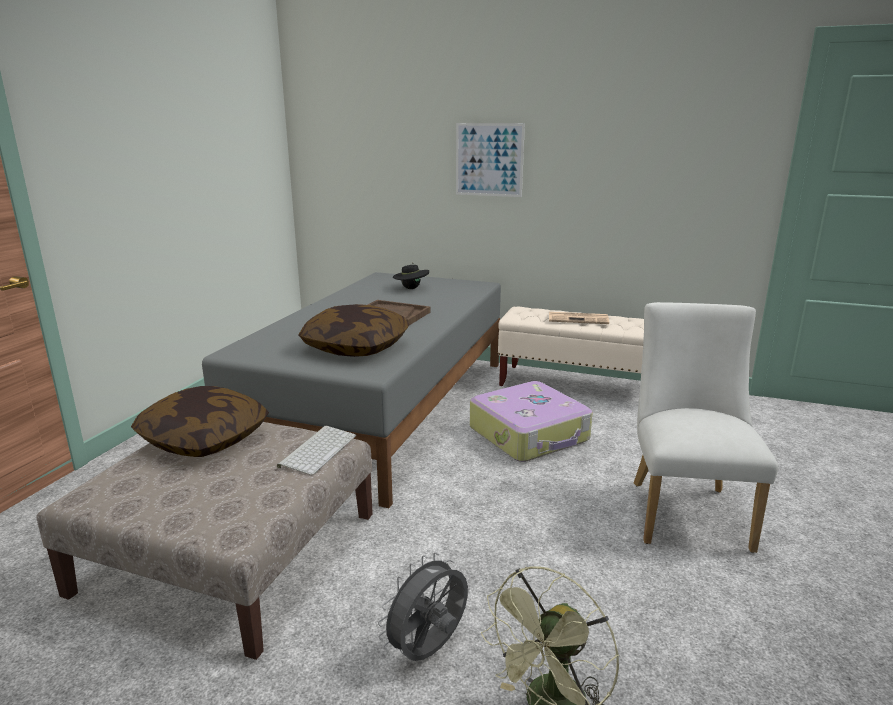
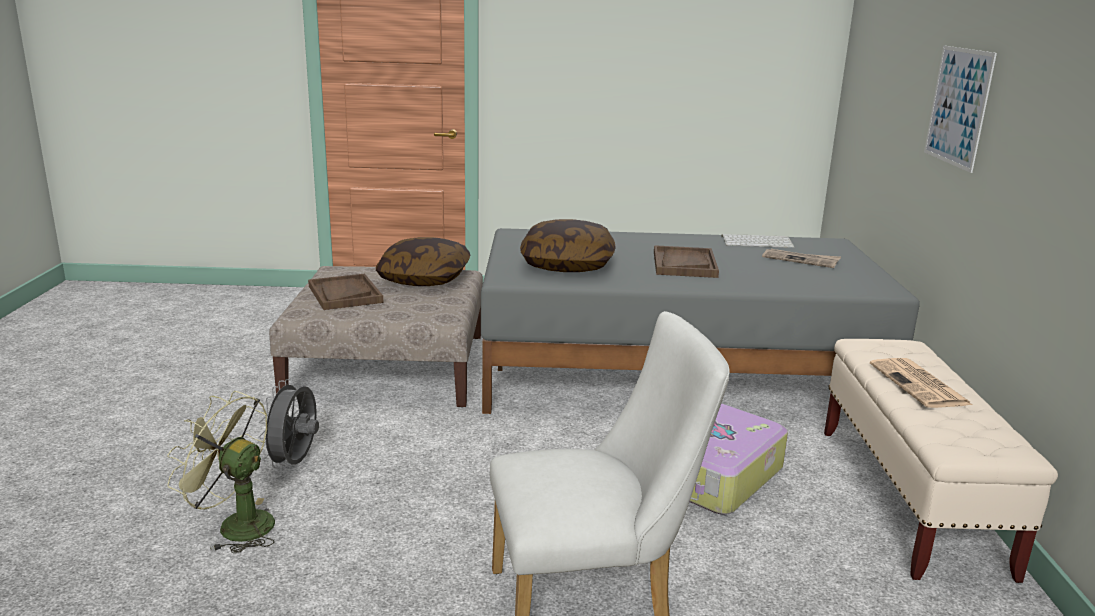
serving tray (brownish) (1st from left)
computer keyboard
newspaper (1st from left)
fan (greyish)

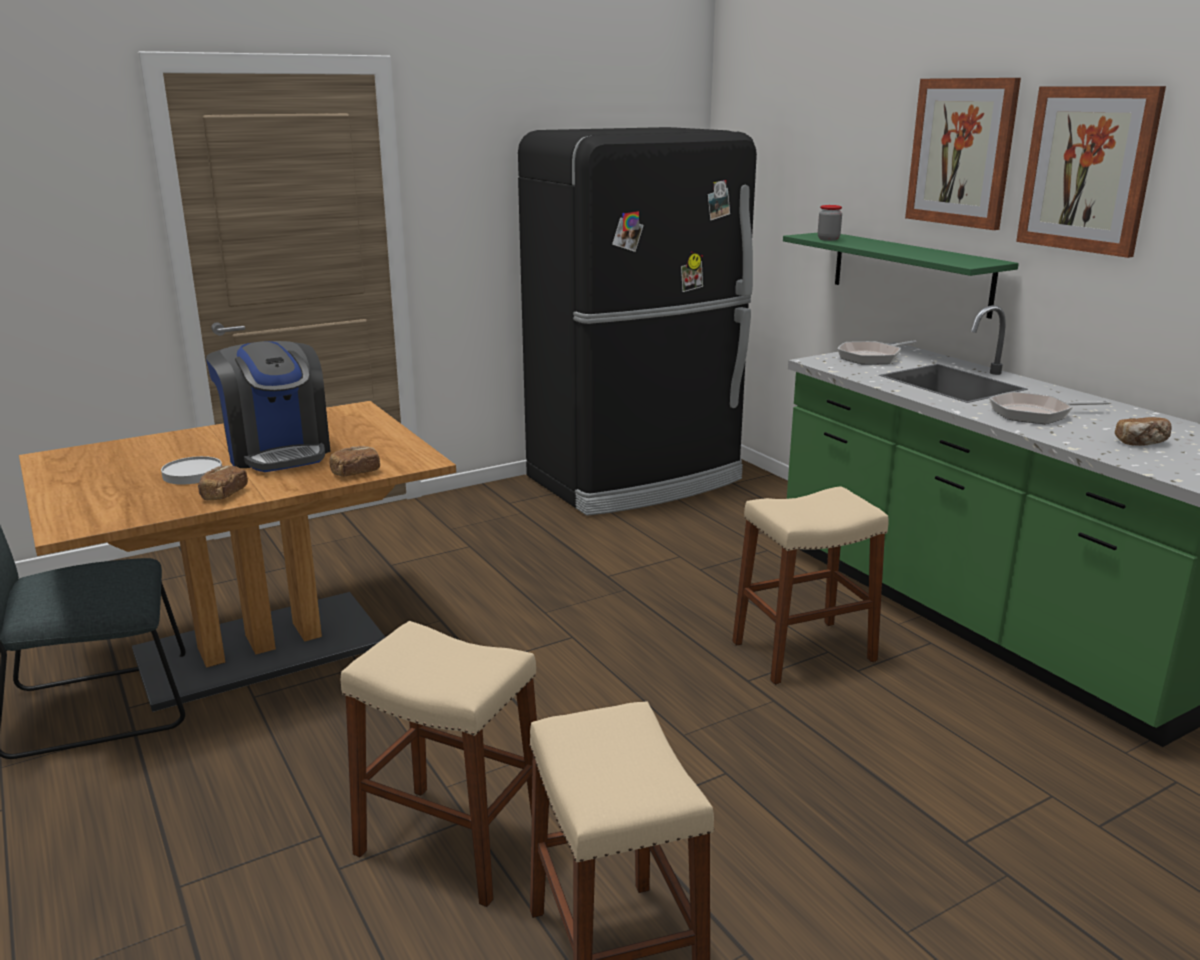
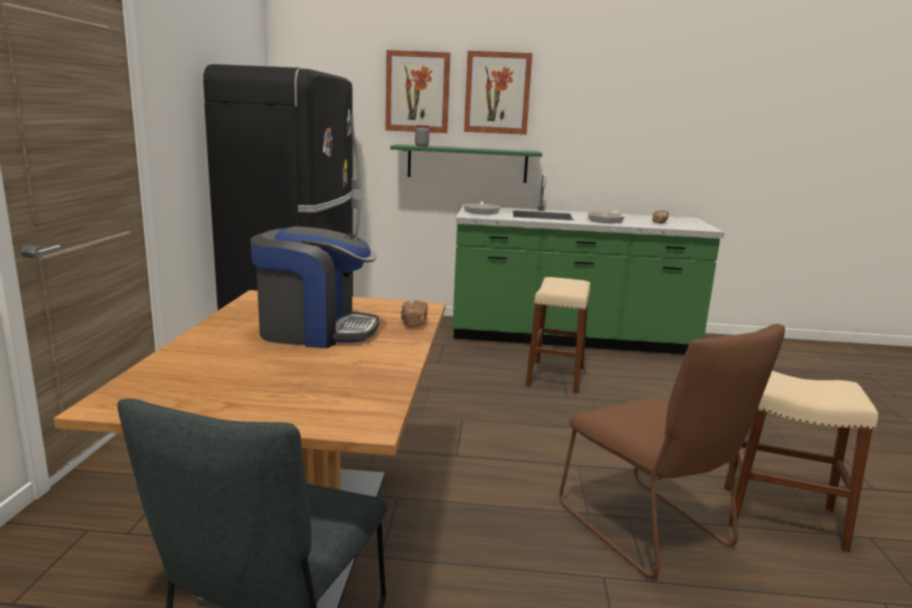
dinner plate (white-coloured)
bakery bread (1st from left in the first image)
wall picture (1st from left)
chair (brownish)

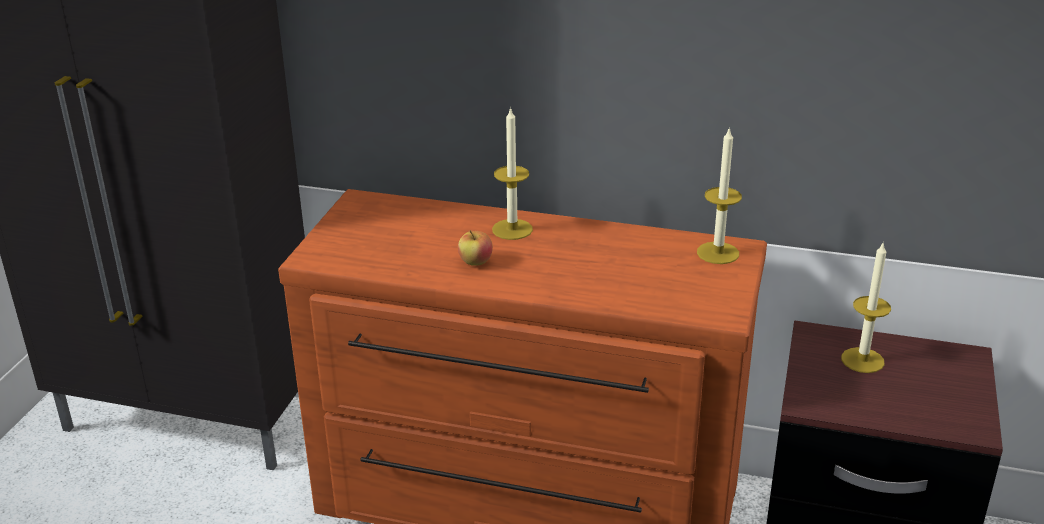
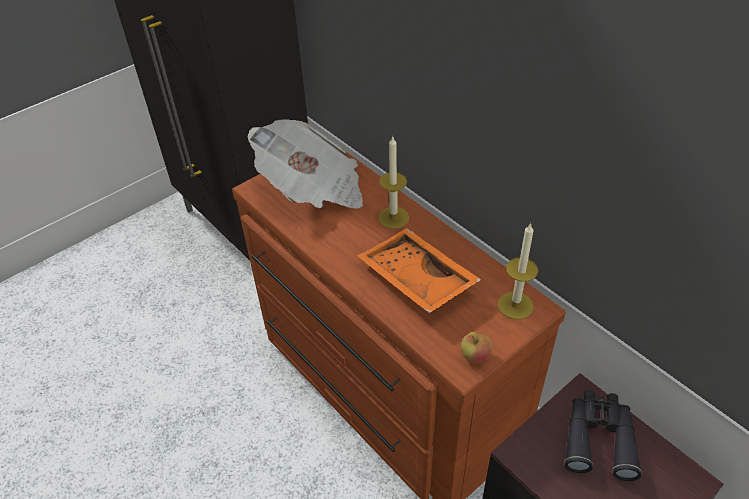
newspaper
serving tray (orangey)
apple
binoculars (black-coloured)

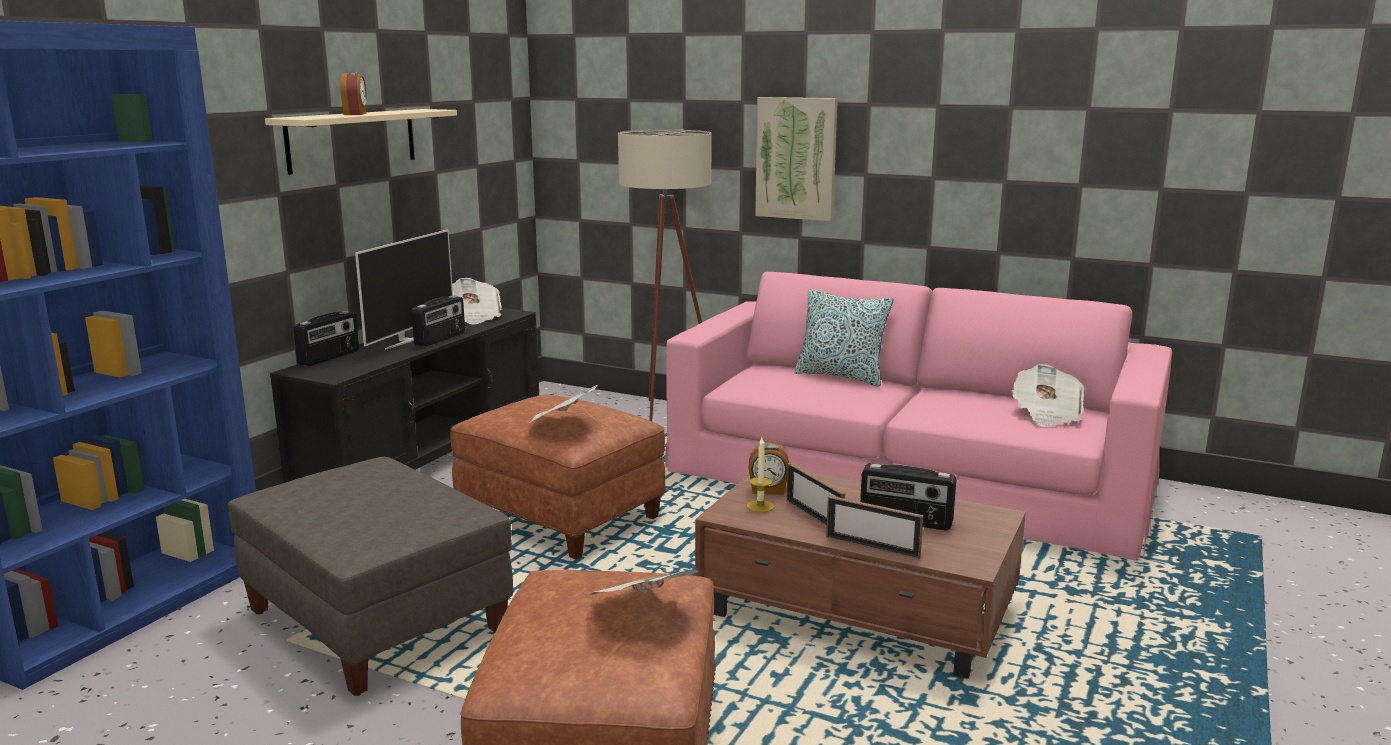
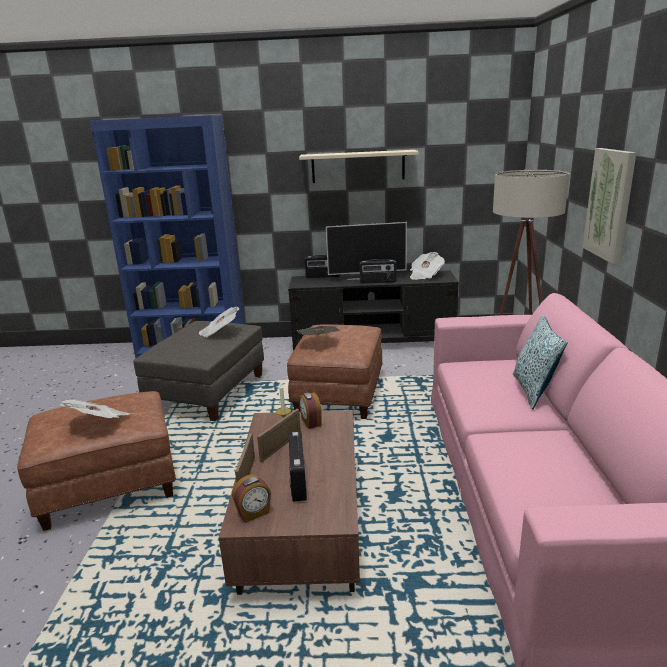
table clock (1st from left)
newspaper (2nd from left)

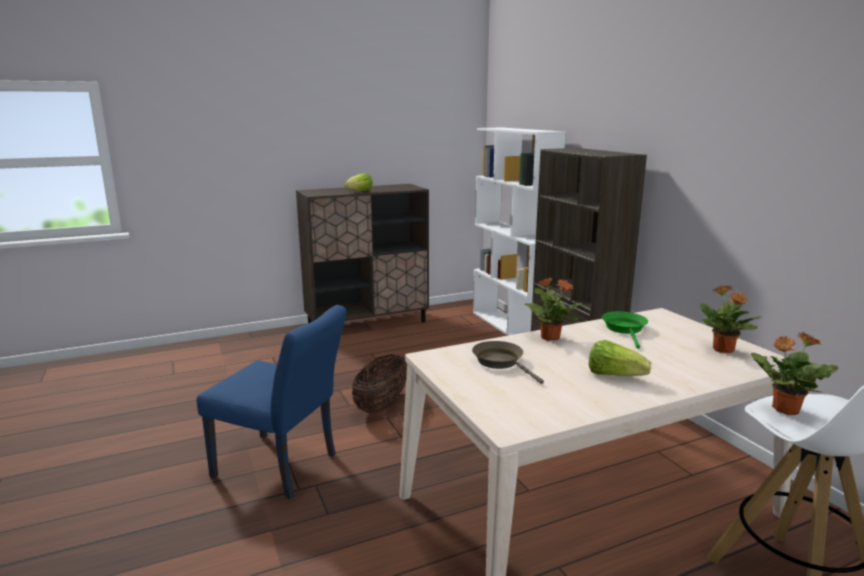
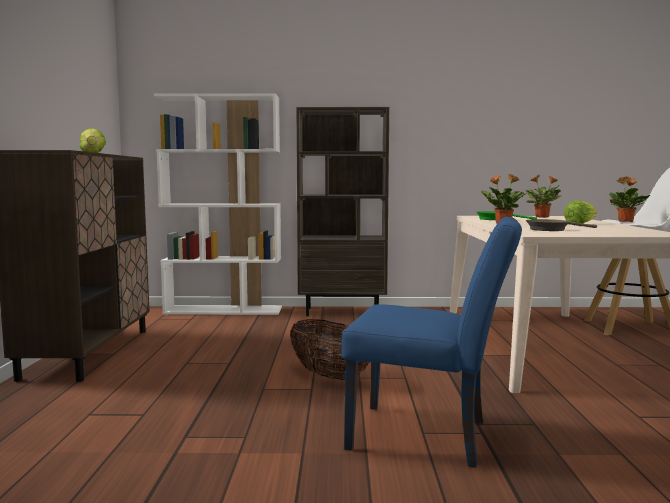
chair (blue-coloured)

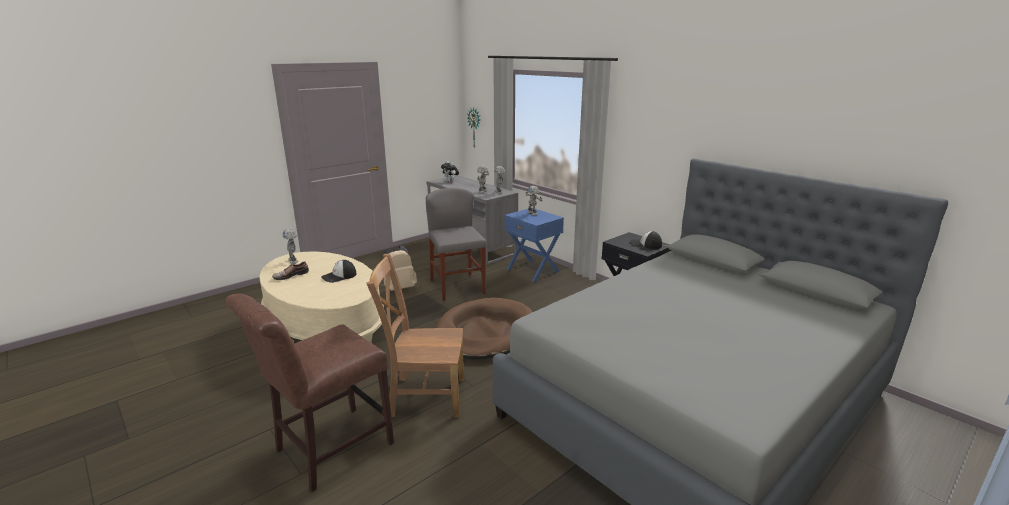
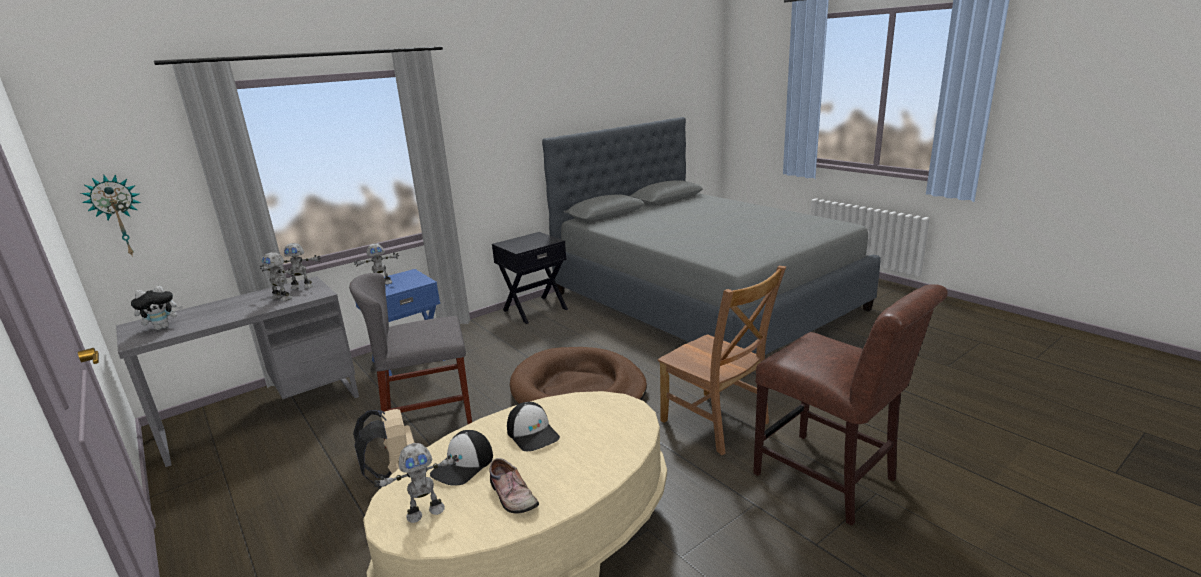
baseball cap (1st from left)
chair (brownish) (1st from left)

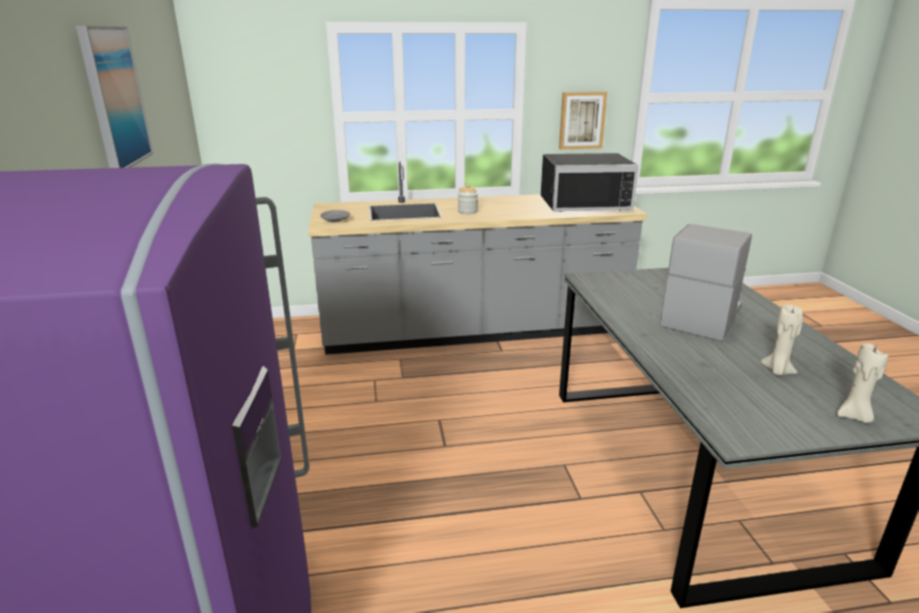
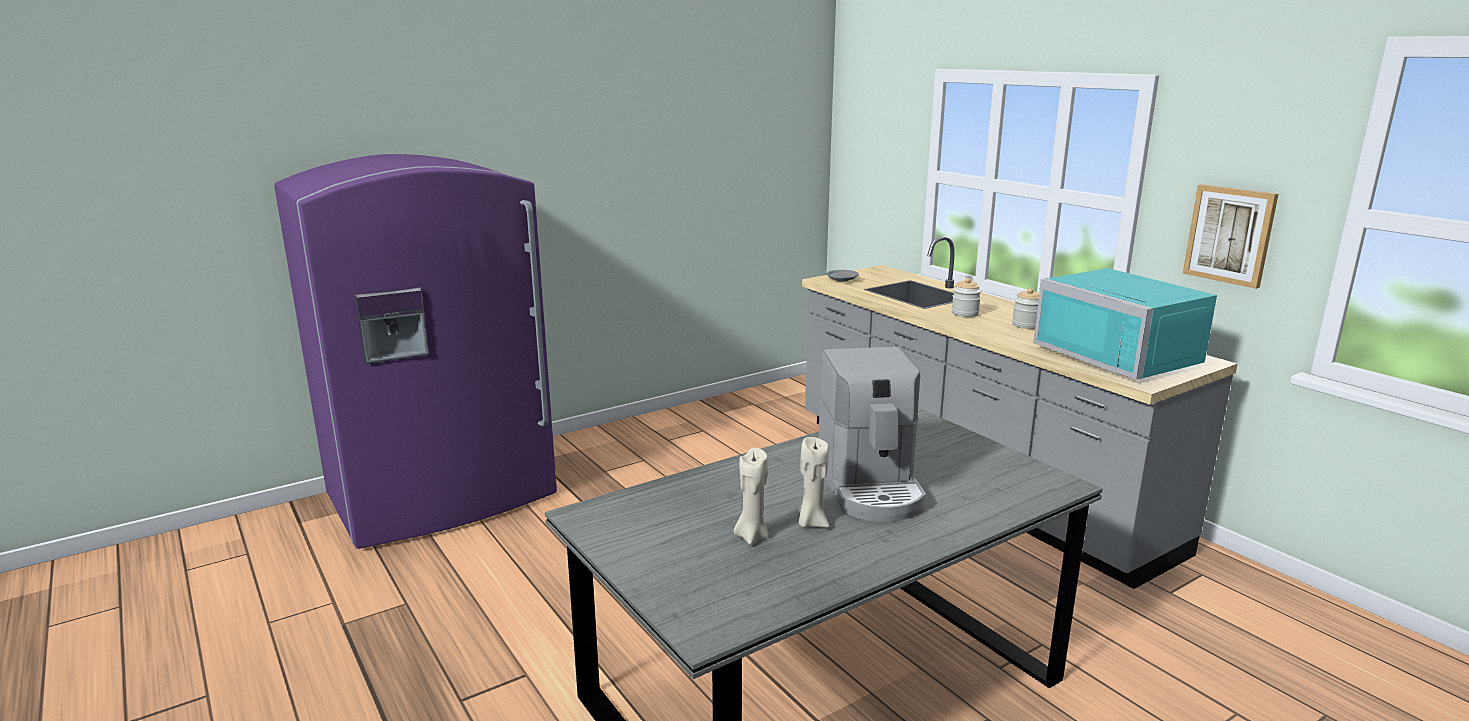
wall picture (1st from left in the first image)
preserve jar (2nd from left)
candle (beige-coloured) (2nd from left)
microwave (turquoise)
coffee brewer

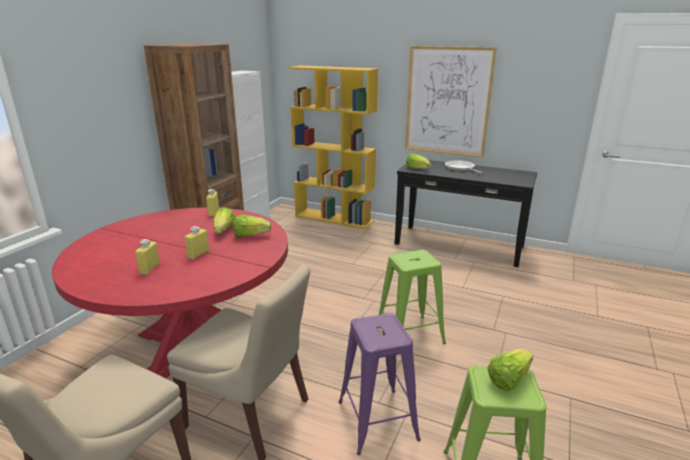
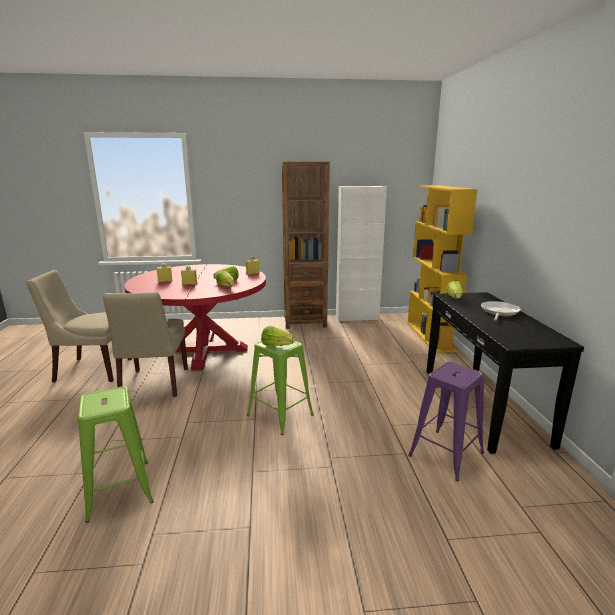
wall picture
stool (purple)
lettuce (3rd from left)

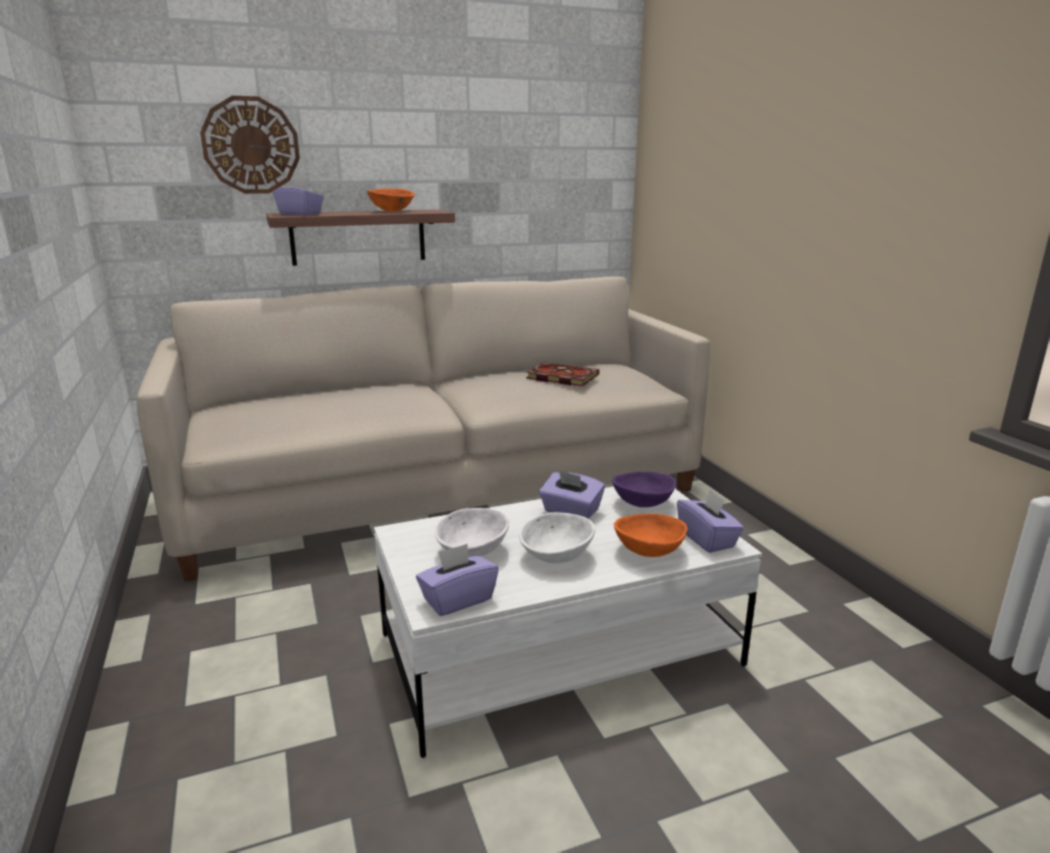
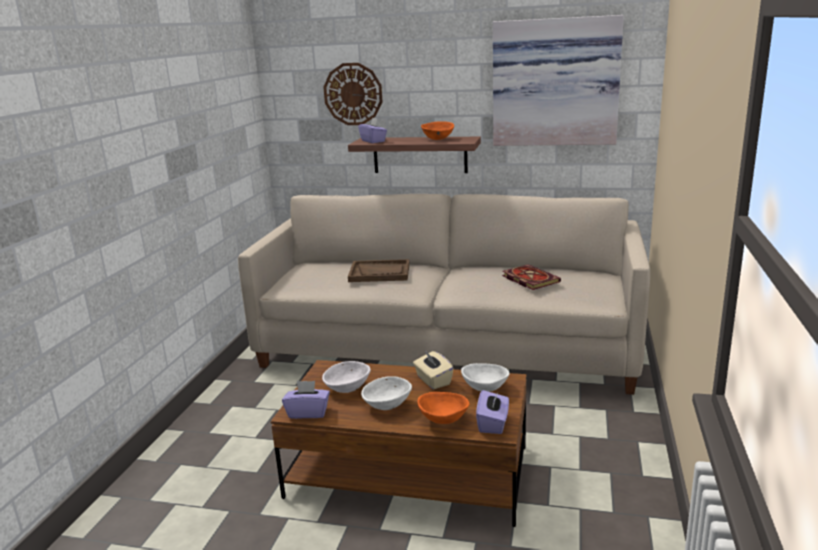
serving tray (brownish)
wall picture
coffee table (brownish)
box of tissues (beige-coloured)
serving bowl (white-coloured) (3rd from left)

